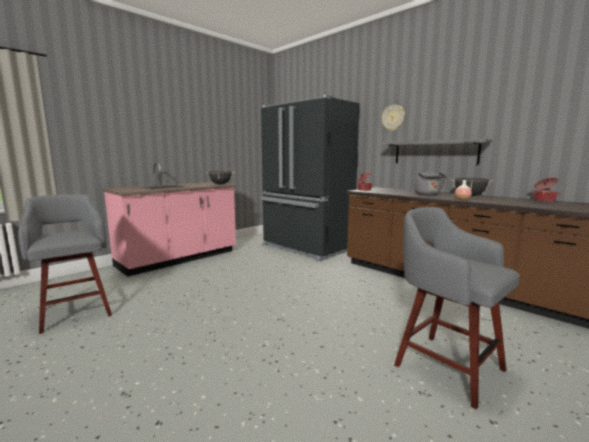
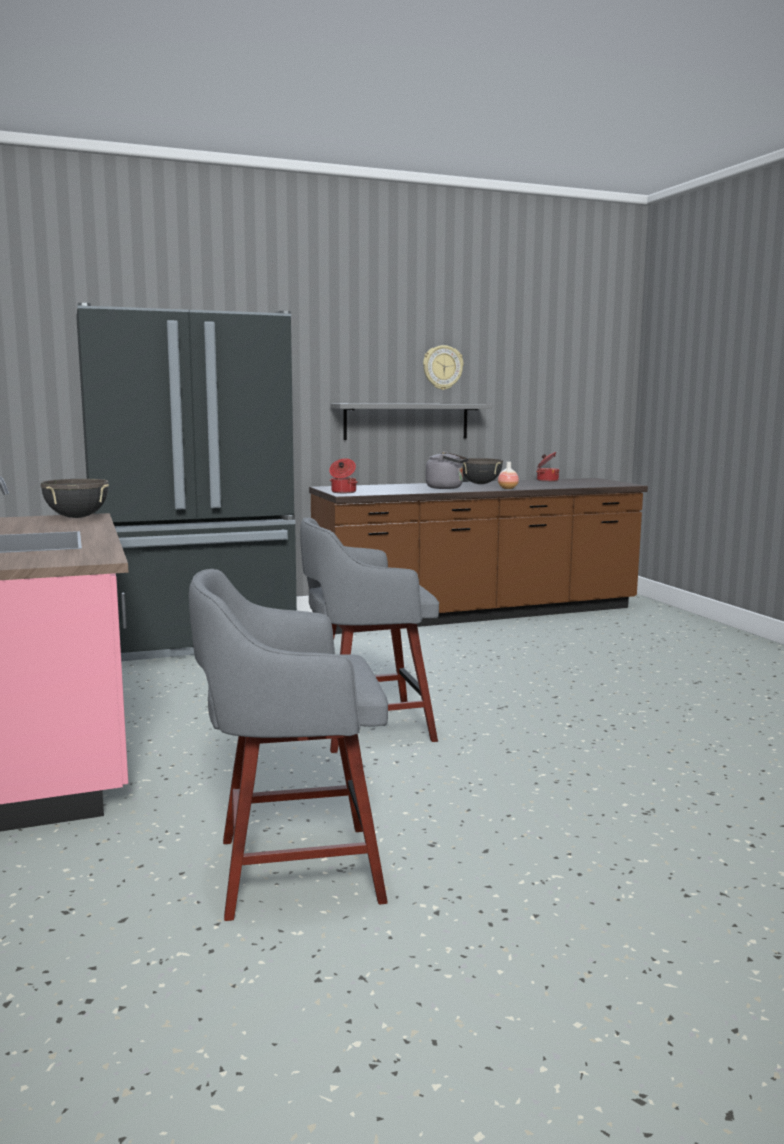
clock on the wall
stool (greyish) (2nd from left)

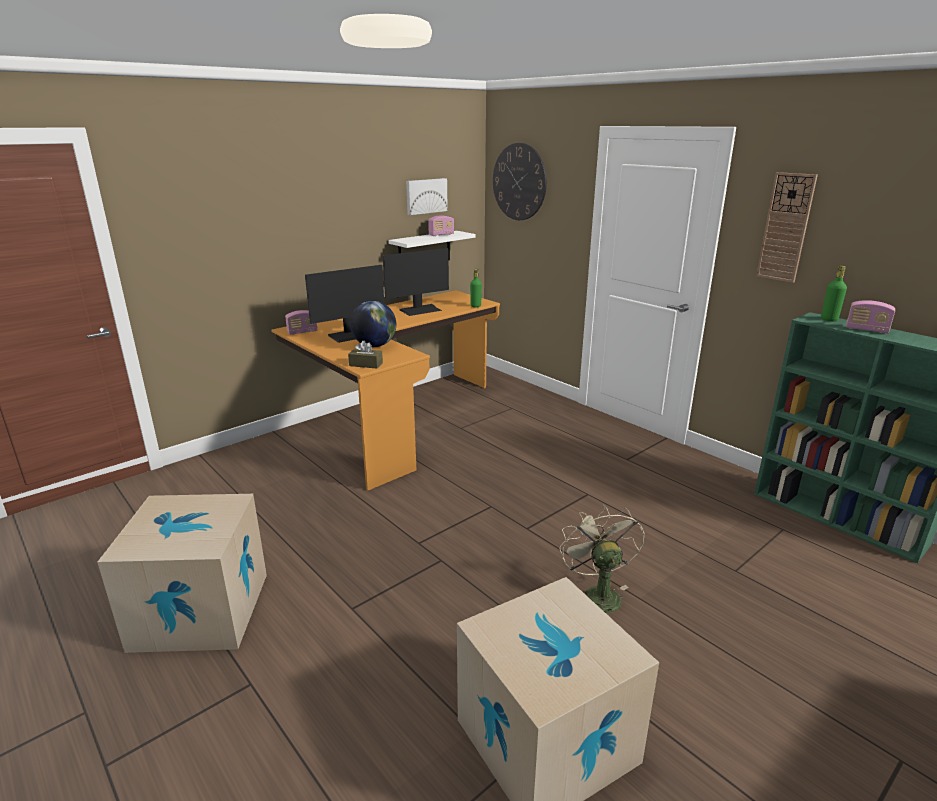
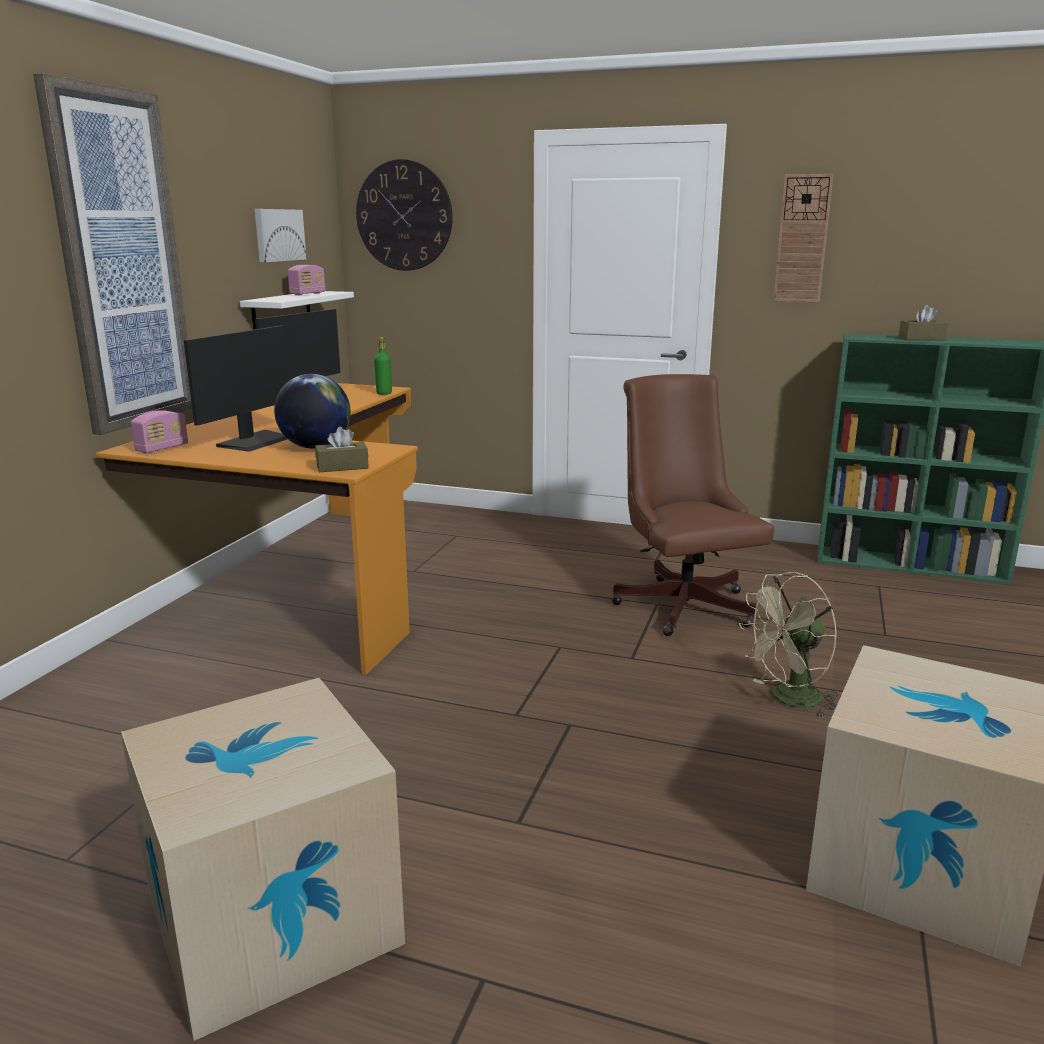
beverage bottle (green-coloured) (2nd from left in the first image)
wall picture (1st from left)
office chair (brownish)
box of tissues (brownish) (2nd from left)
fan (beige-coloured)

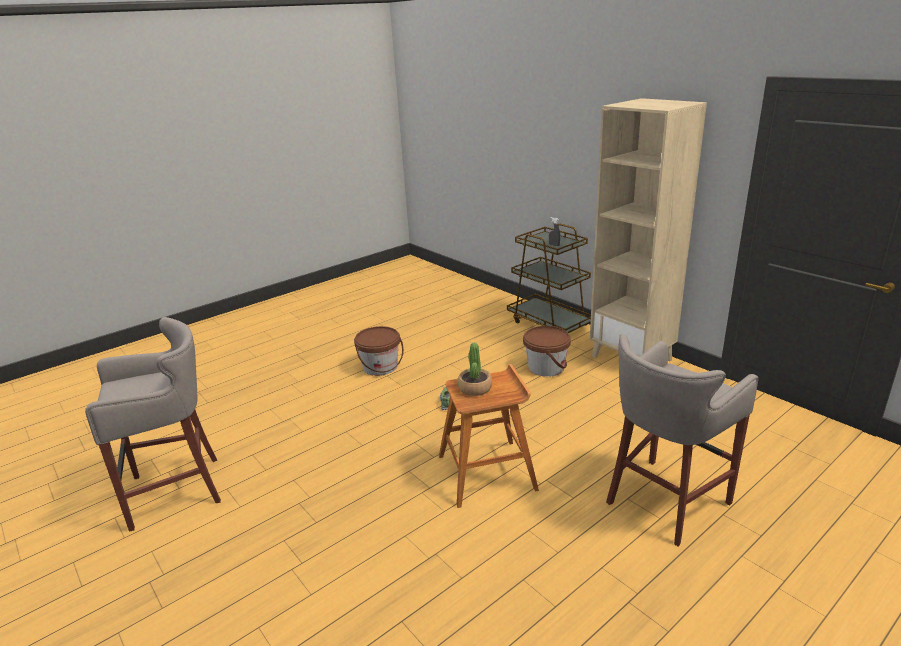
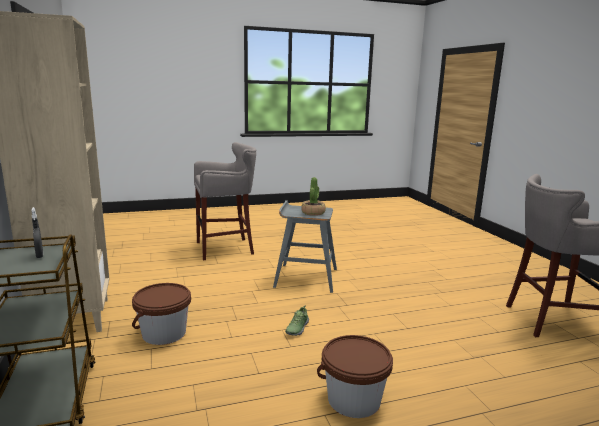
stool (greyish) (2nd from left)

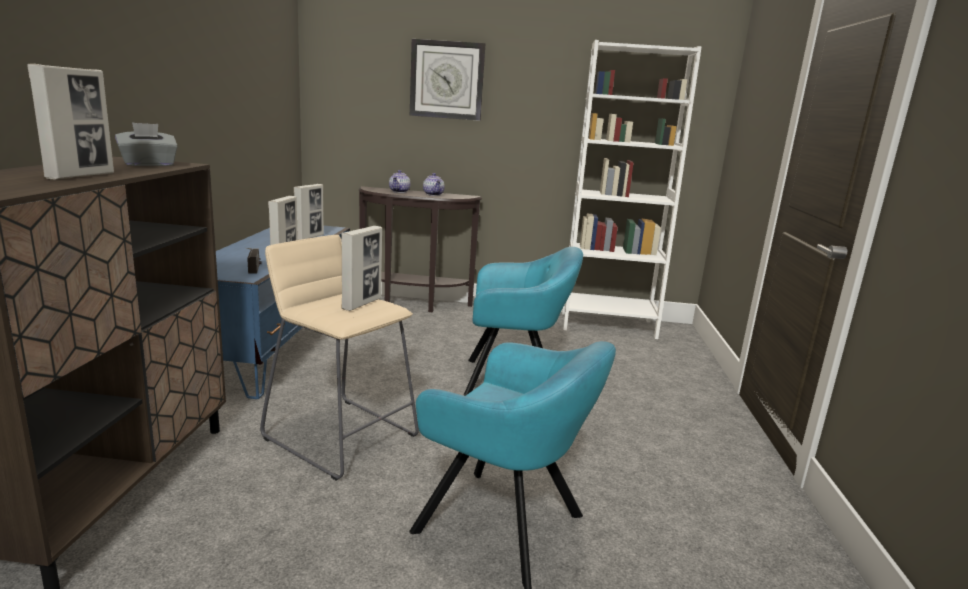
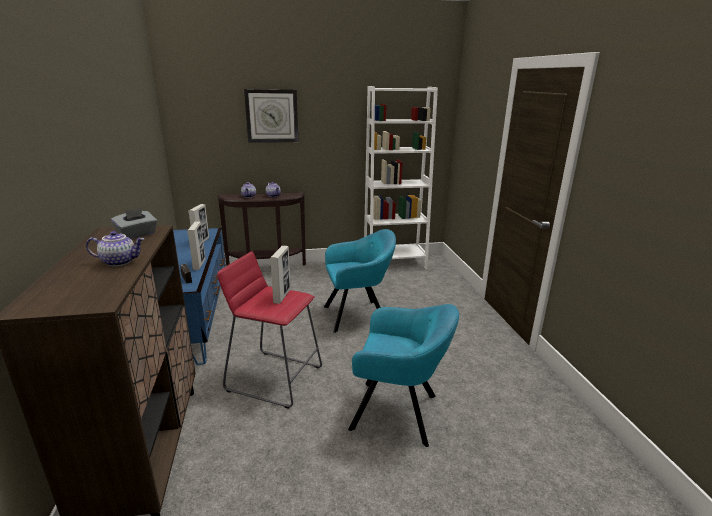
pot for tea (1st from left)
stool (red-coloured)

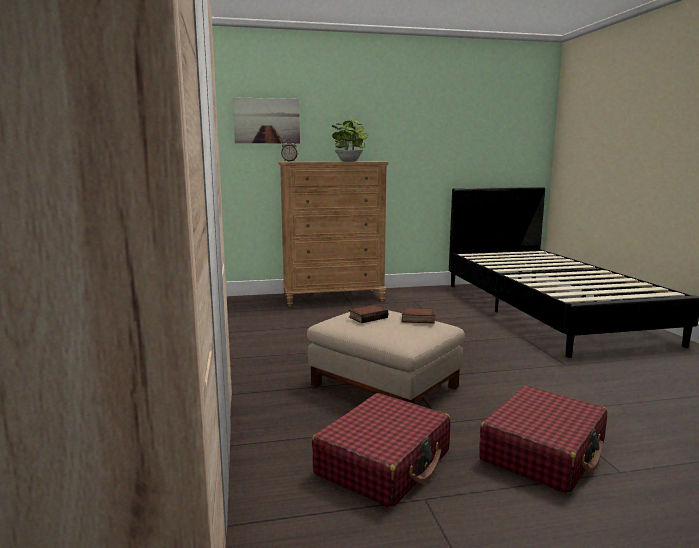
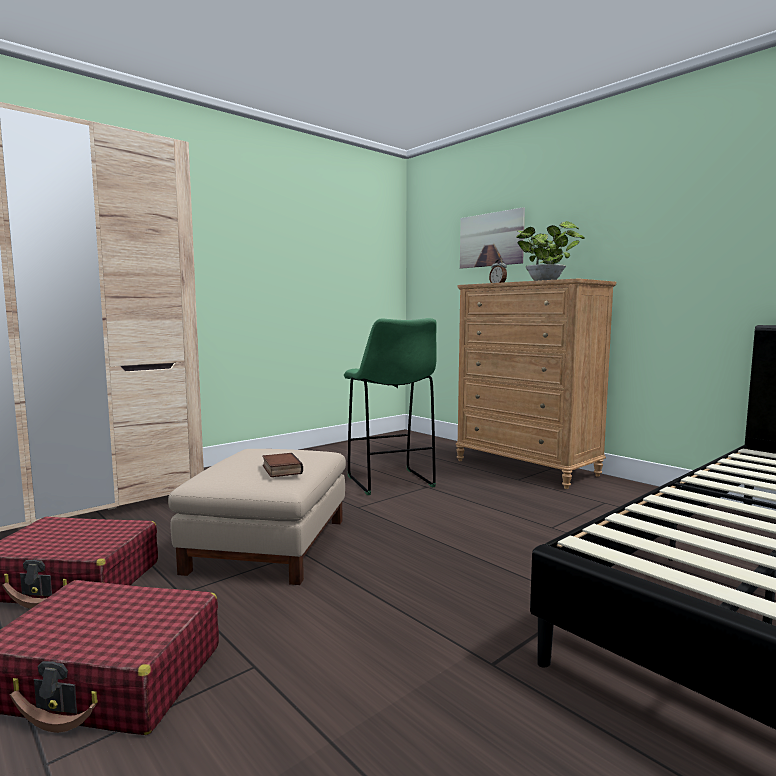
book (1st from left in the first image)
stool (green-coloured)

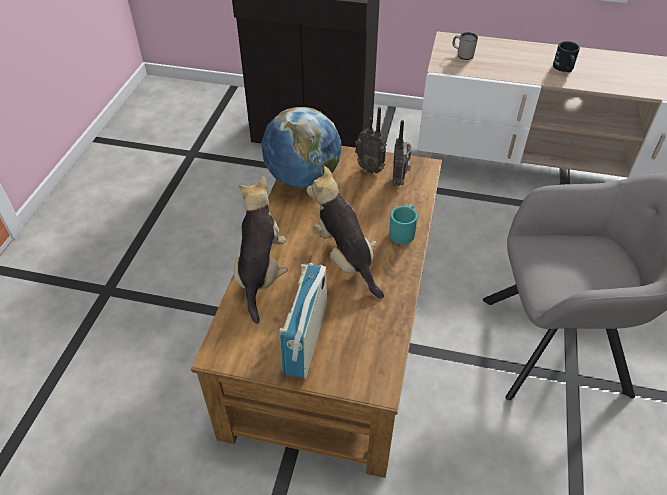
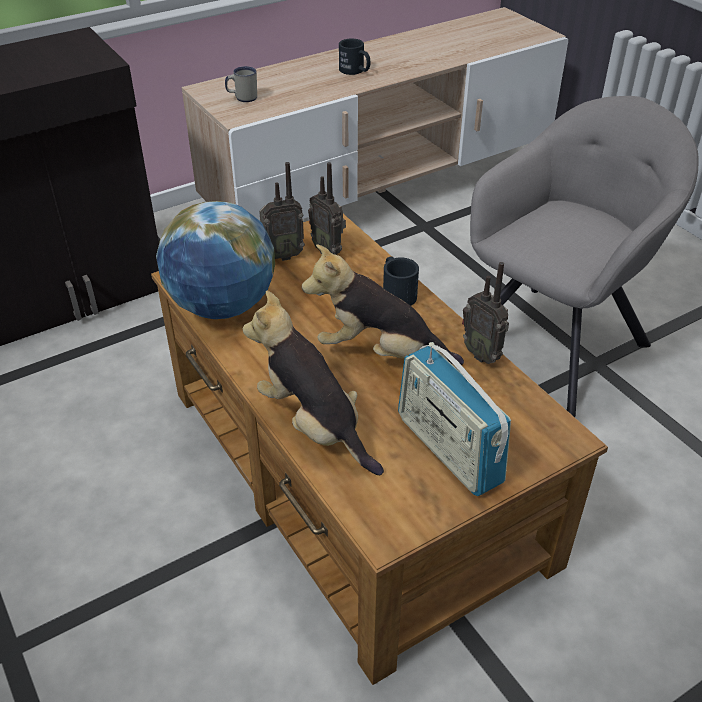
radio set (4th from left)
tea mug (black-coloured) (2nd from left)

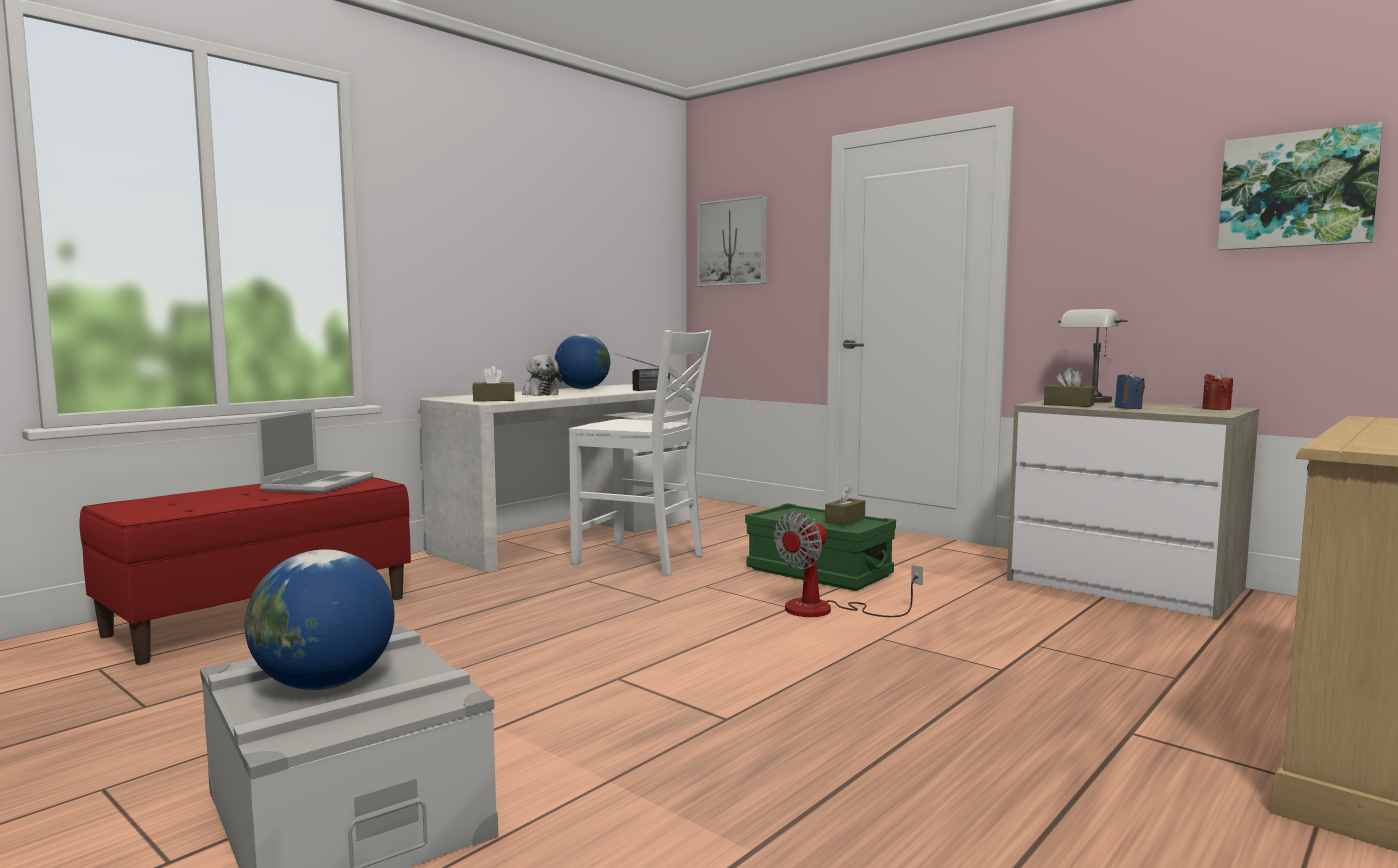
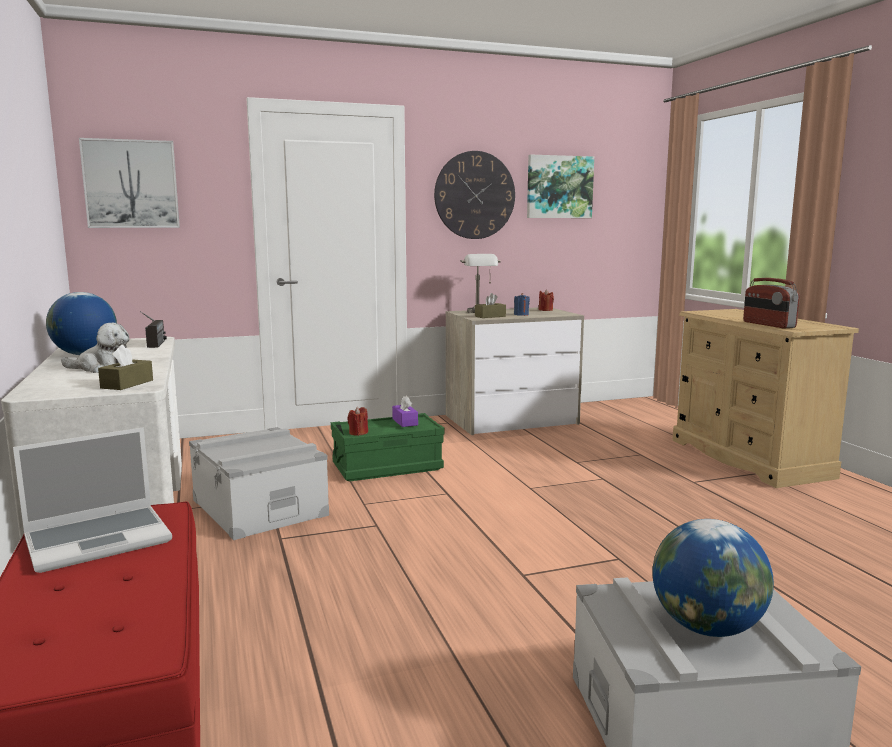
fan
candle (red-coloured) (1st from left)
clock on the wall
radio set (2nd from left)
storage bin (greyish) (1st from left)
box of tissues (purple)
laptop

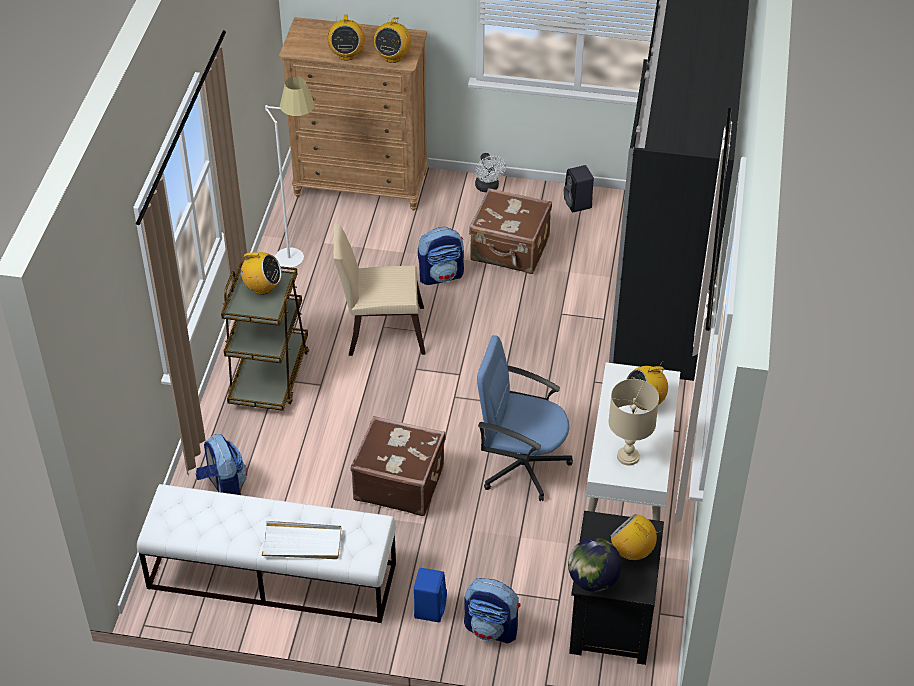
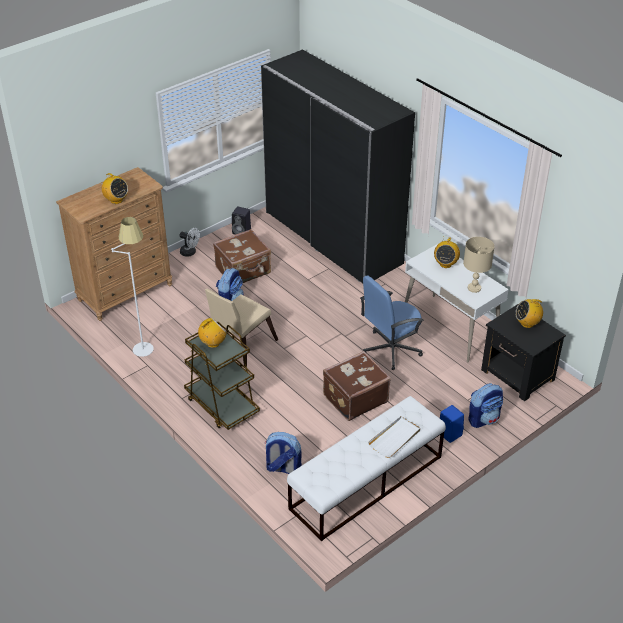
radio set (3rd from left in the first image)
desk globe

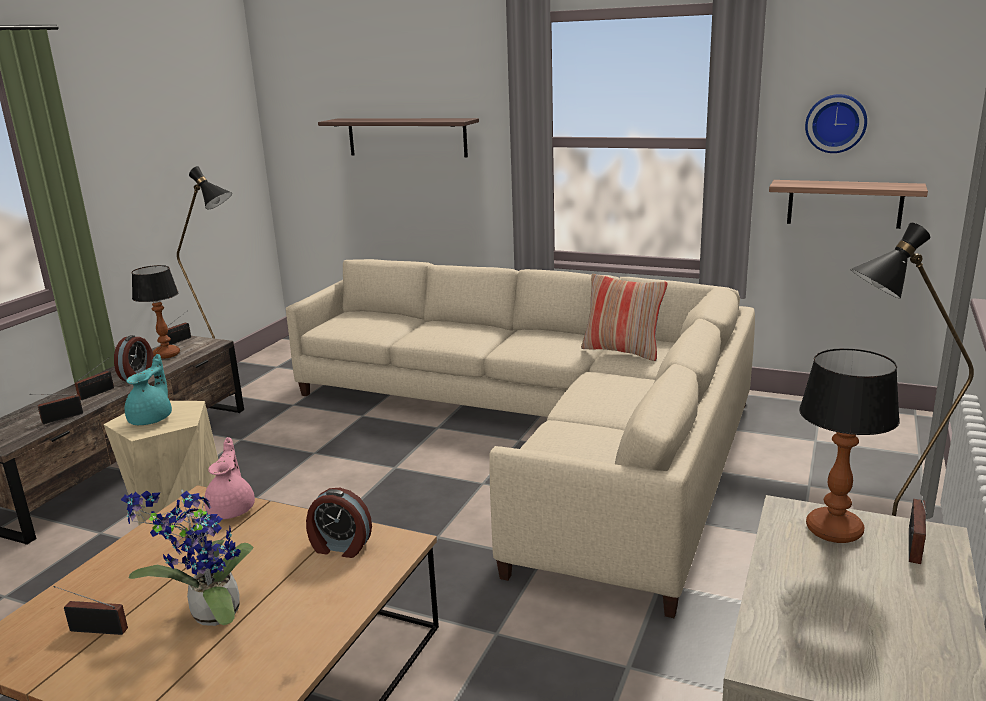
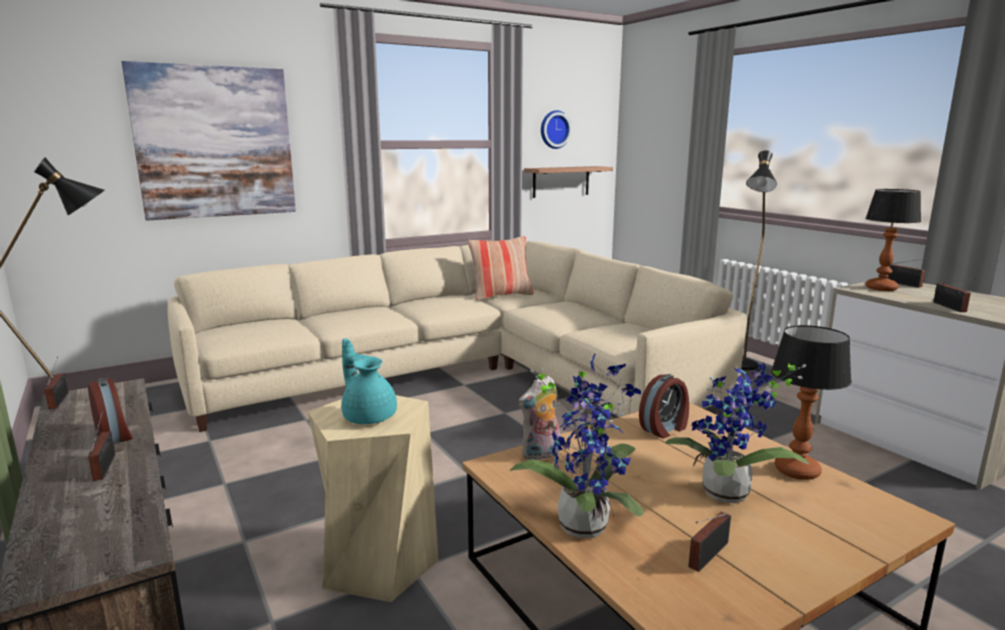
potted plant (1st from left)
radio set (5th from left)
tabletop lamp (1st from left)
soft toy
wall picture

